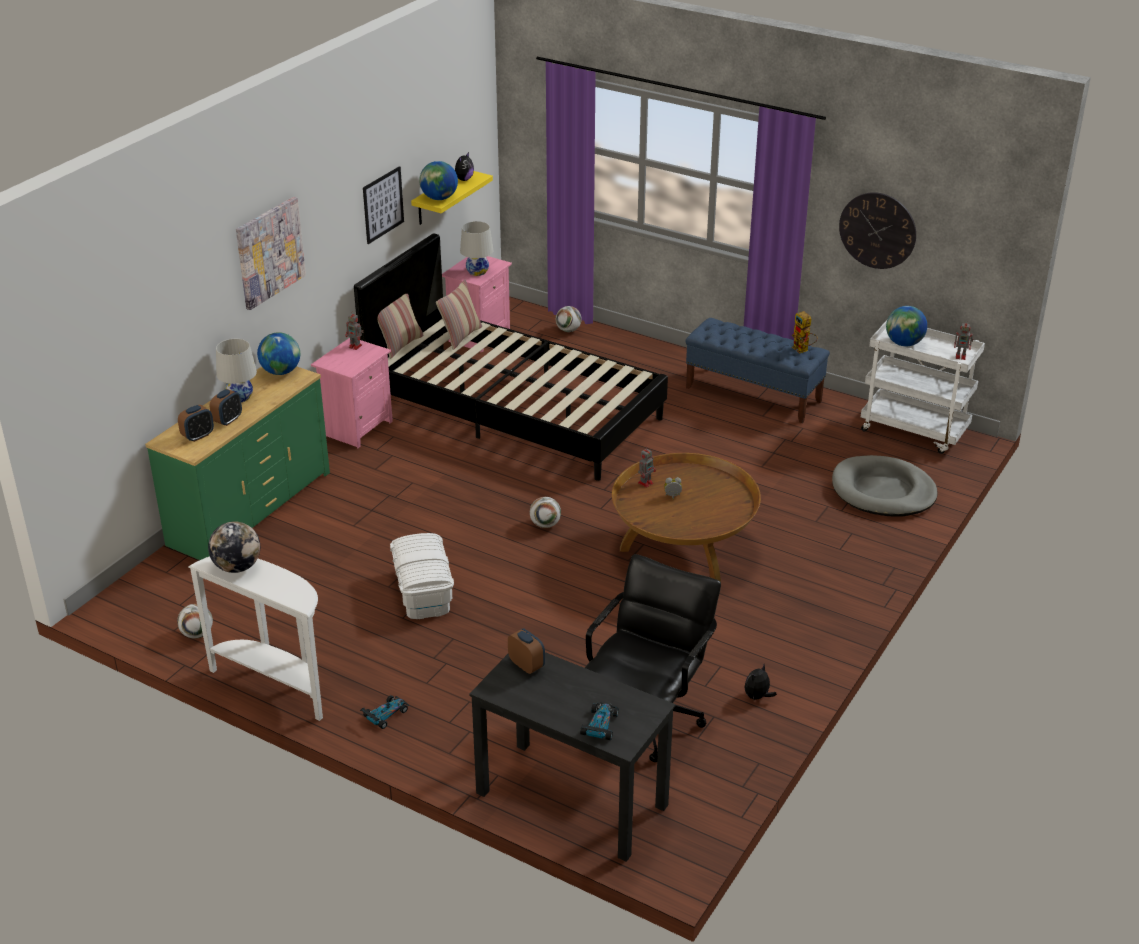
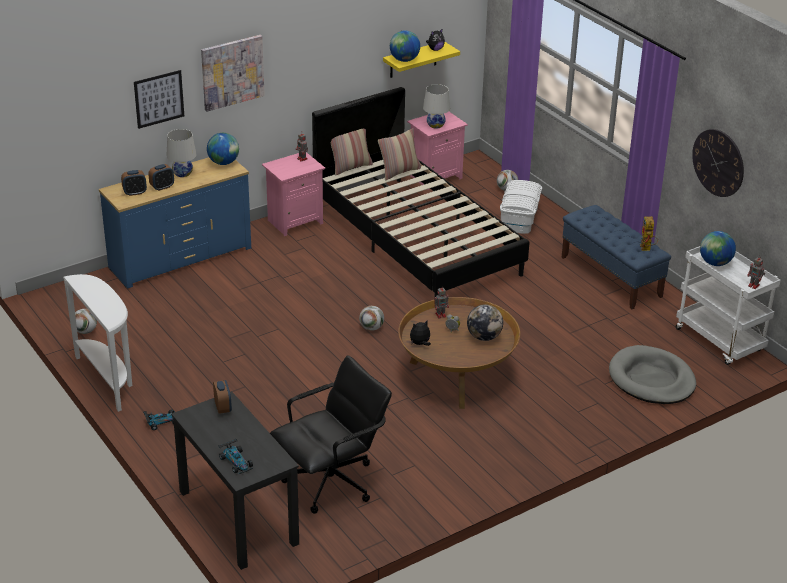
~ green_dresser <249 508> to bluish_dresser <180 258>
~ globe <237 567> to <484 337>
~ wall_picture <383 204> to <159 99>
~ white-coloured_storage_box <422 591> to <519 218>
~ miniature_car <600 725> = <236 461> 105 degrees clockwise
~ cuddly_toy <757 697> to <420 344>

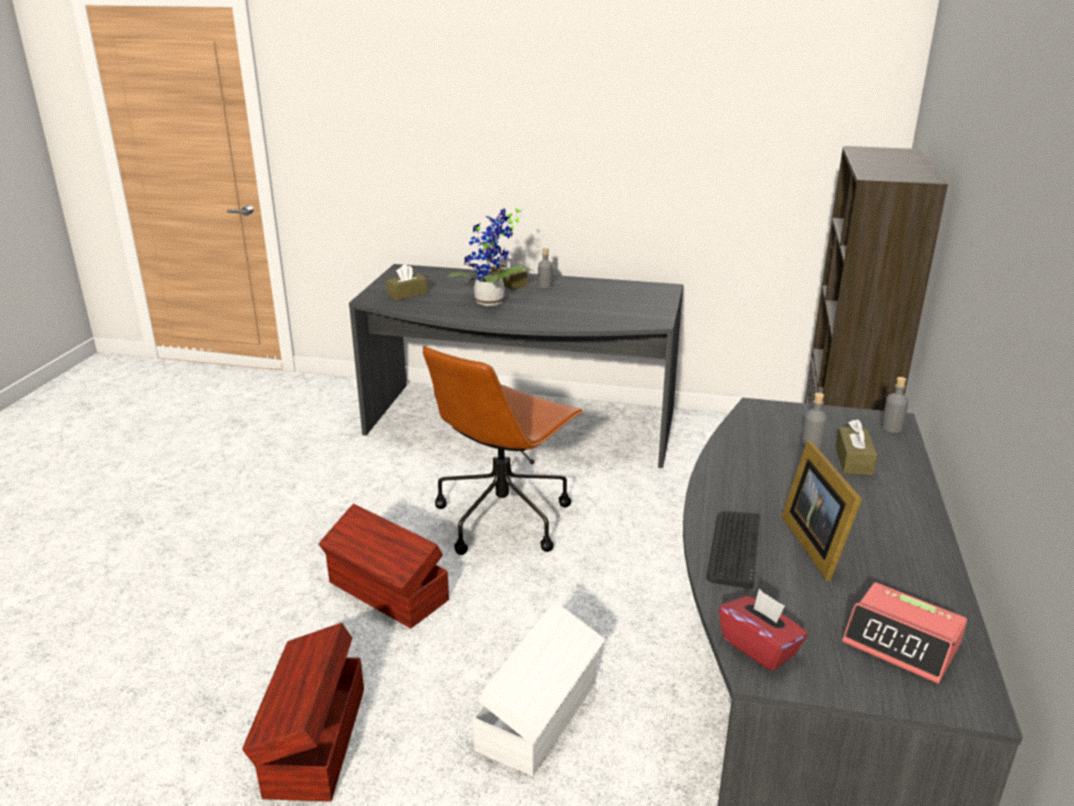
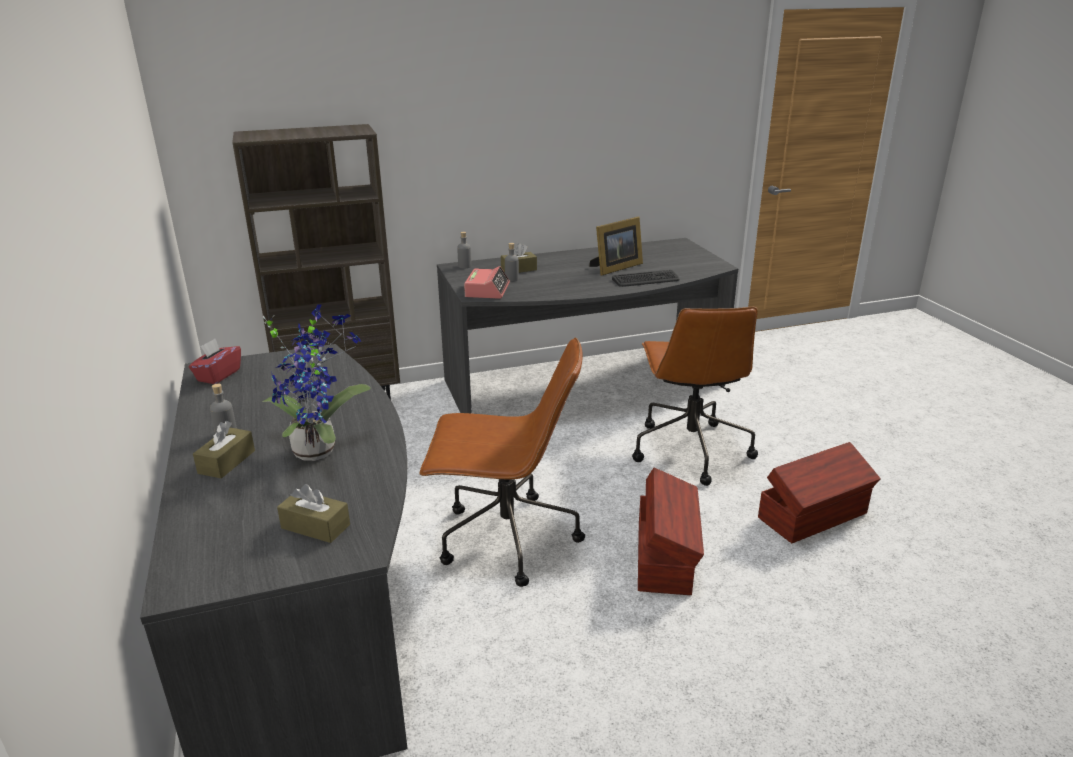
~ white-coloured_storage_box <540 715> to brown-coloured_desk_chair <689 449>
~ red_box_of_tissues <759 647> to <218 375>
~ bedside_clock <902 643> to <487 290>

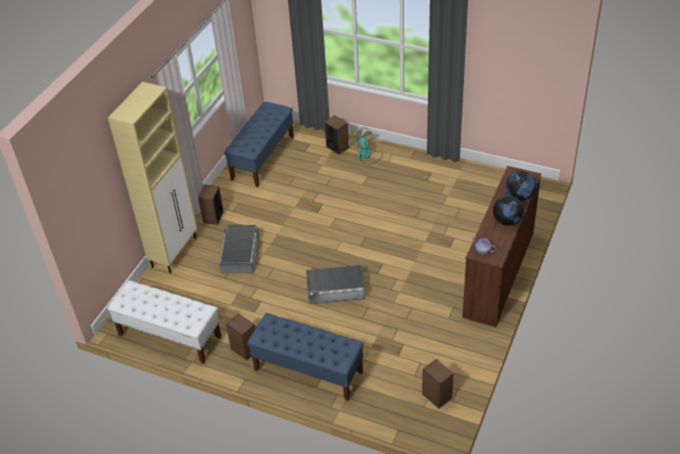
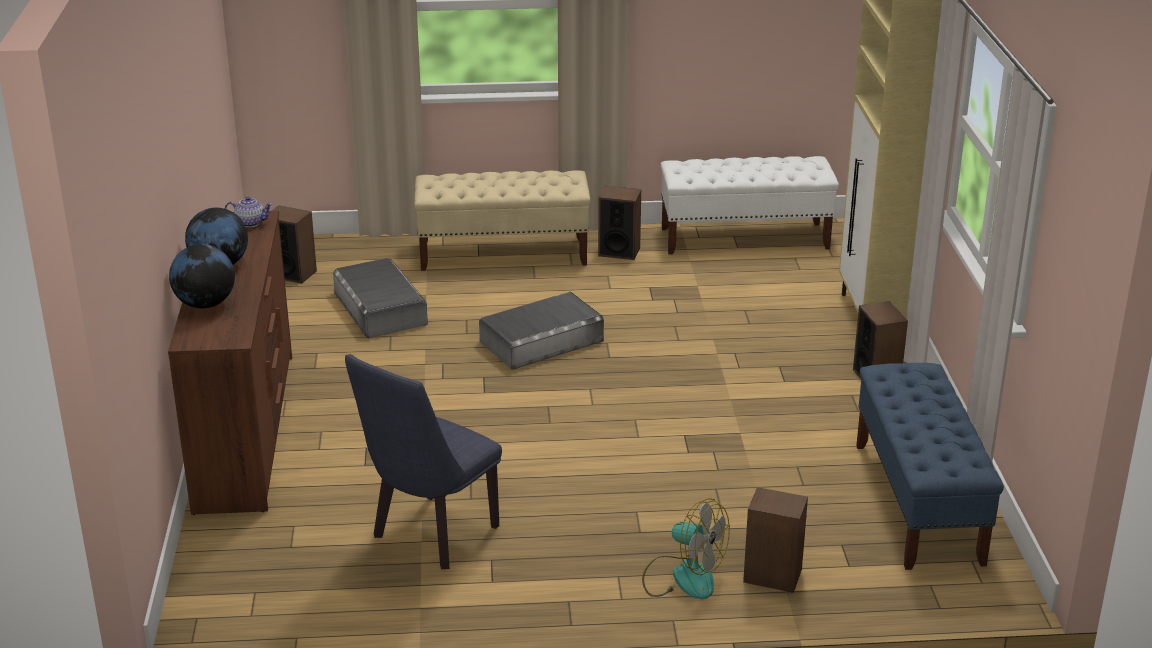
~ grey_storage_box <240 253> to <380 308>
~ bluish_indoor_bench <308 371> to sand-coloured_indoor_bench <503 254>
+ bluish_upright_chair <429 537>

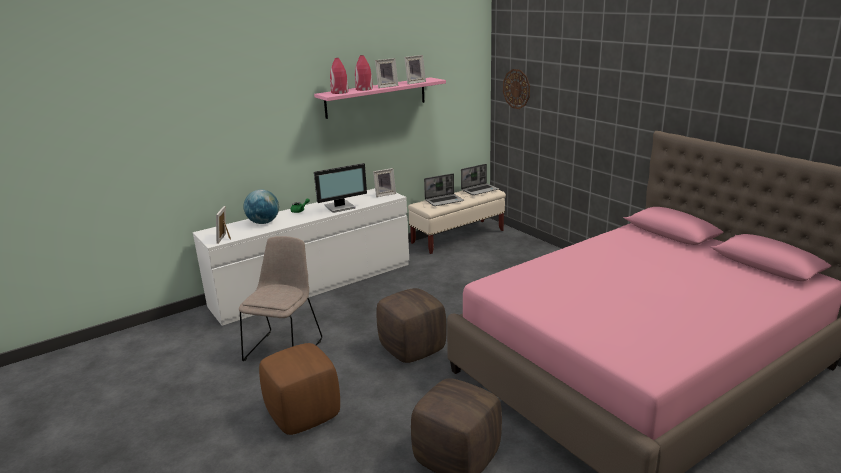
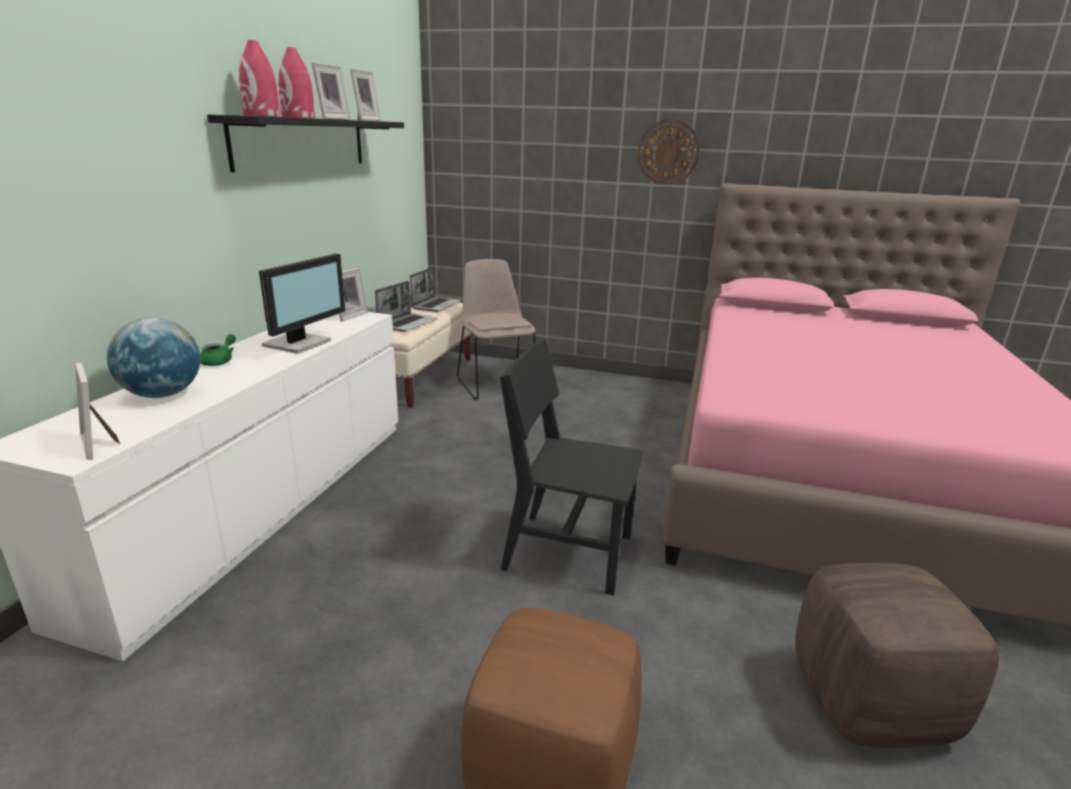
~ sand-coloured_upright_chair <284 348> to <496 384>
~ pink-coloured_shelf <376 97> to black-coloured_shelf <302 143>
~ brown-coloured_footrest <412 349> to black-coloured_upright_chair <568 552>
~ wall_clock <516 89> to <668 152>

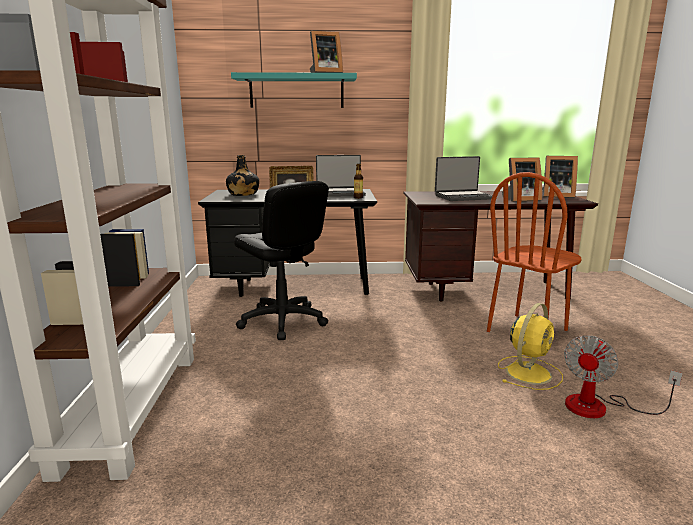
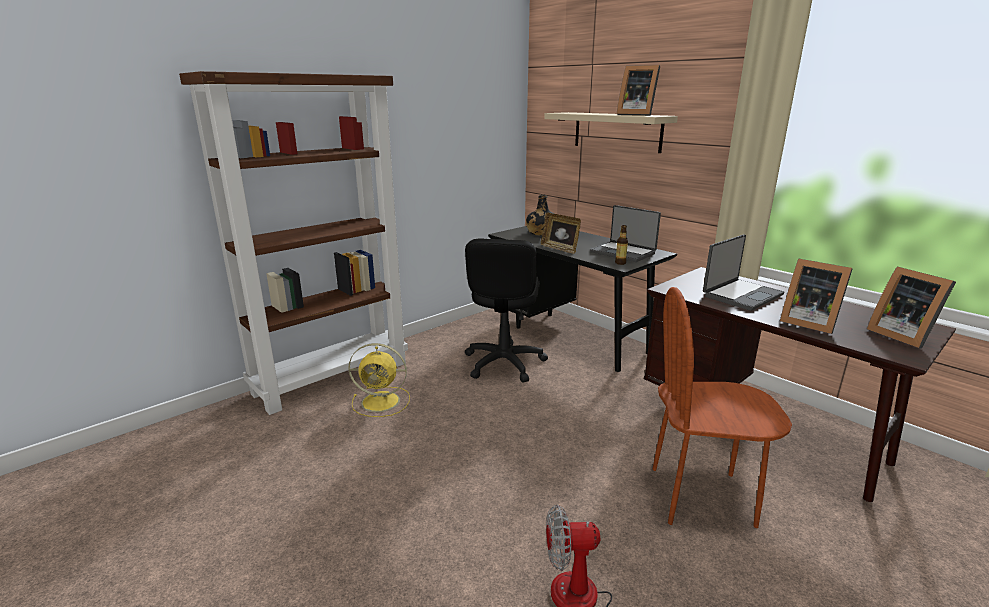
~ turquoise-coloured_shelf <296 91> to sand-coloured_shelf <617 131>
~ portable_computer <463 197> = <741 295> 75 degrees counterclockwise
~ yellow-coloured_electric_fan <529 372> to <382 401>

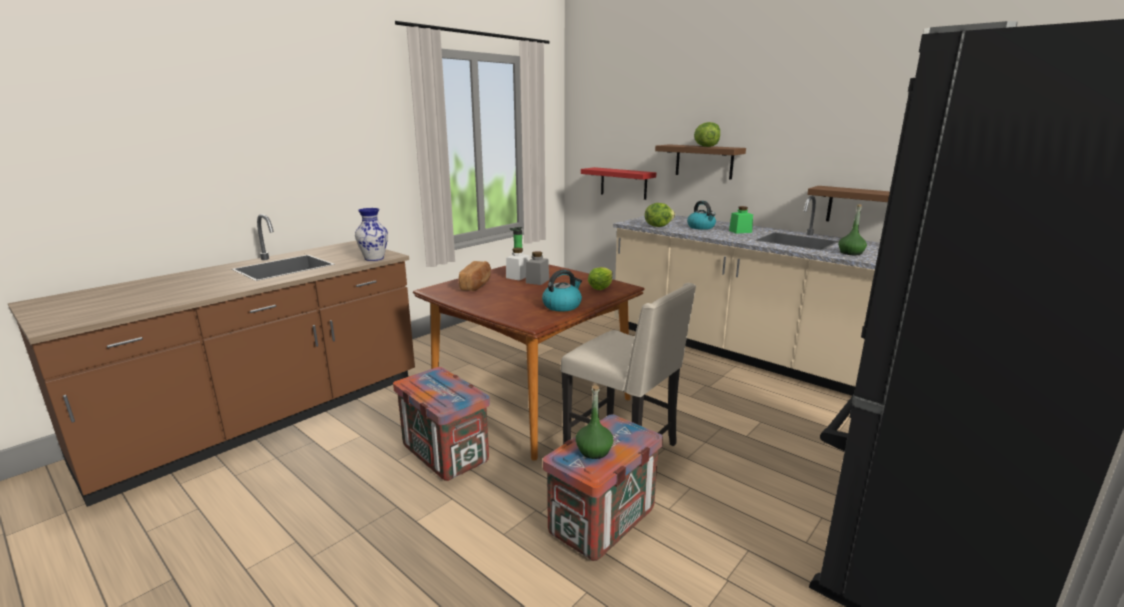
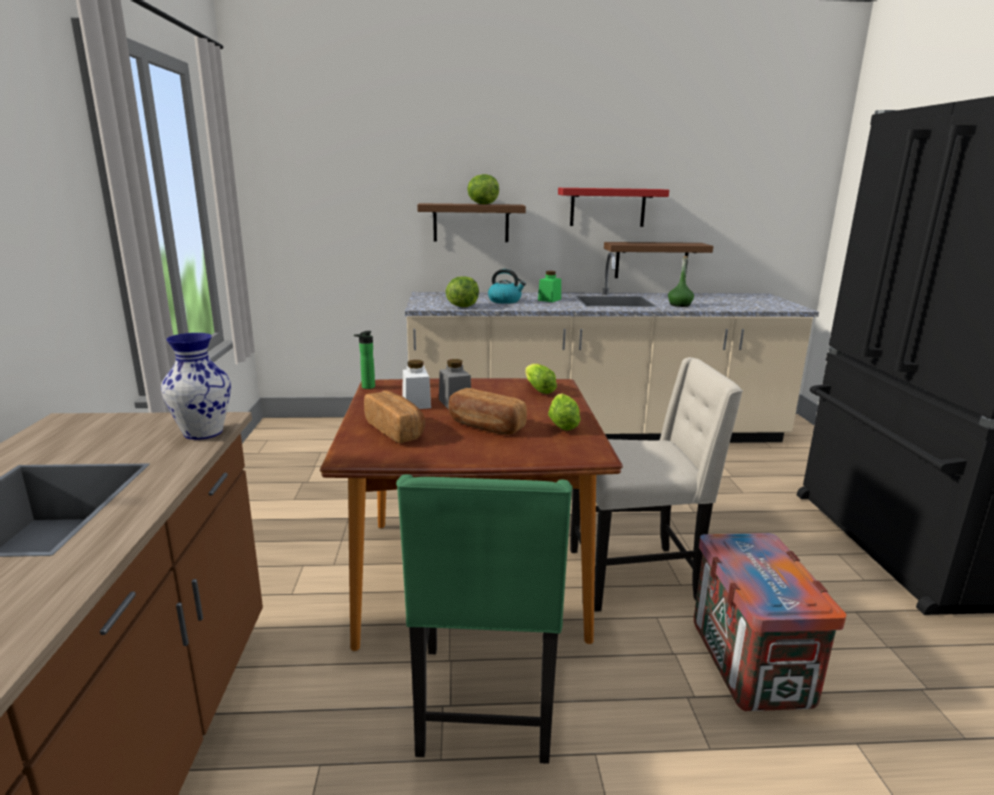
~ shipping_crate <444 454> to green_upright_chair <486 705>
~ kettle <562 306> to lettuce <563 423>
- green_drink_bottle <594 451>
~ red_shelf <623 183> to <607 207>
+ baked_bread <485 426>

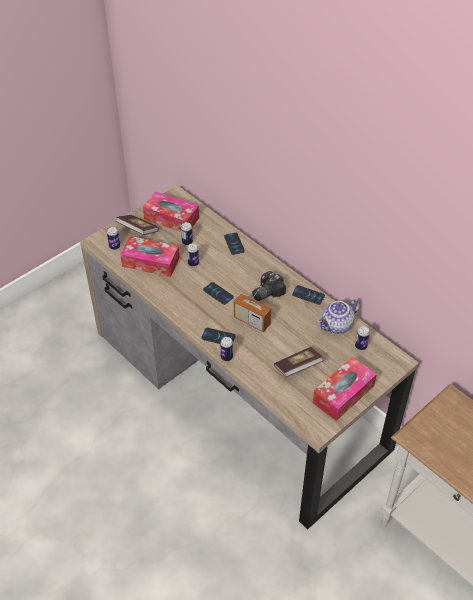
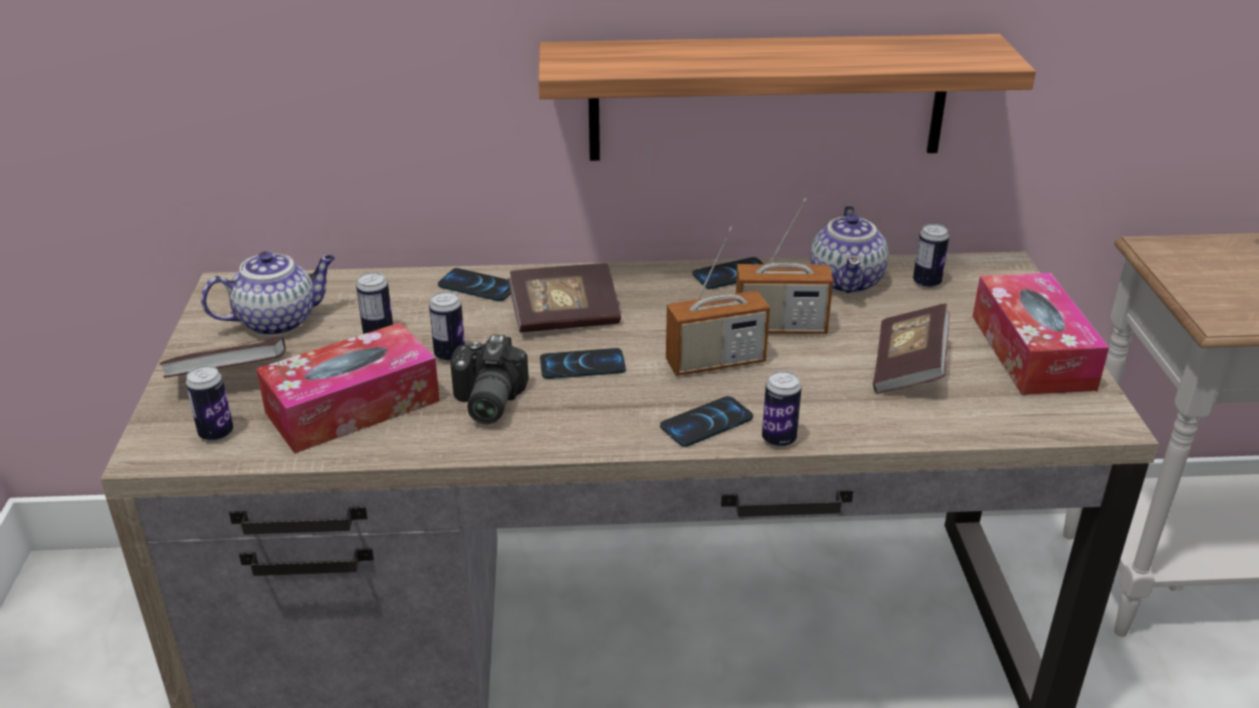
~ box_of_tissues <171 218> to tea_pot <278 321>
~ photo_camera <266 292> to <484 402>
+ volume <565 318>
+ shelf <767 97>
+ radio_set <780 327>

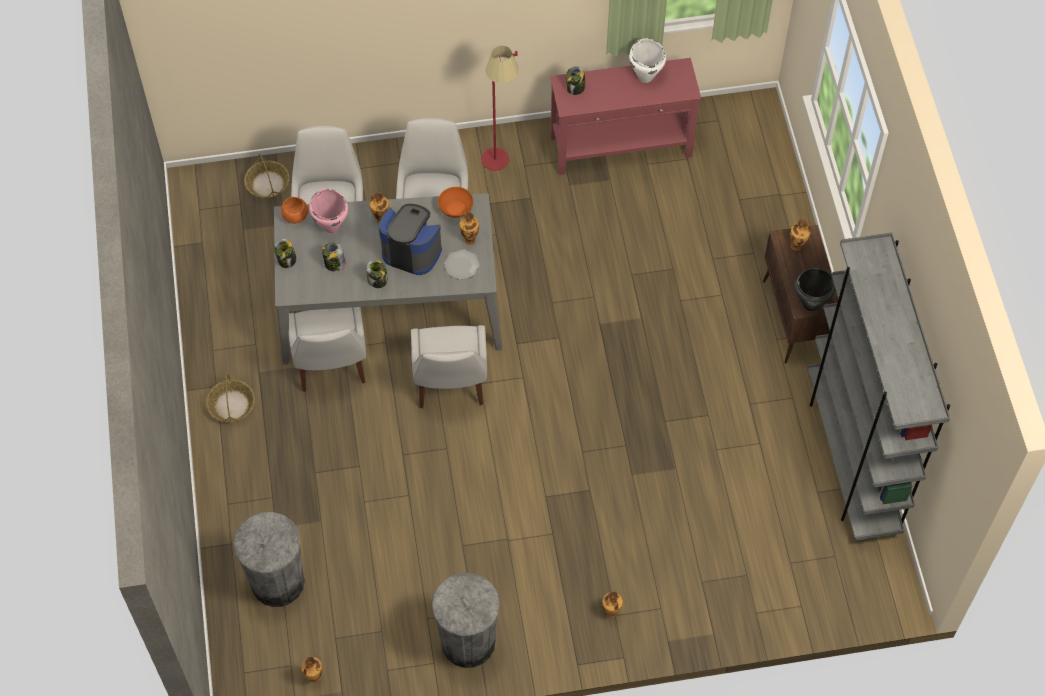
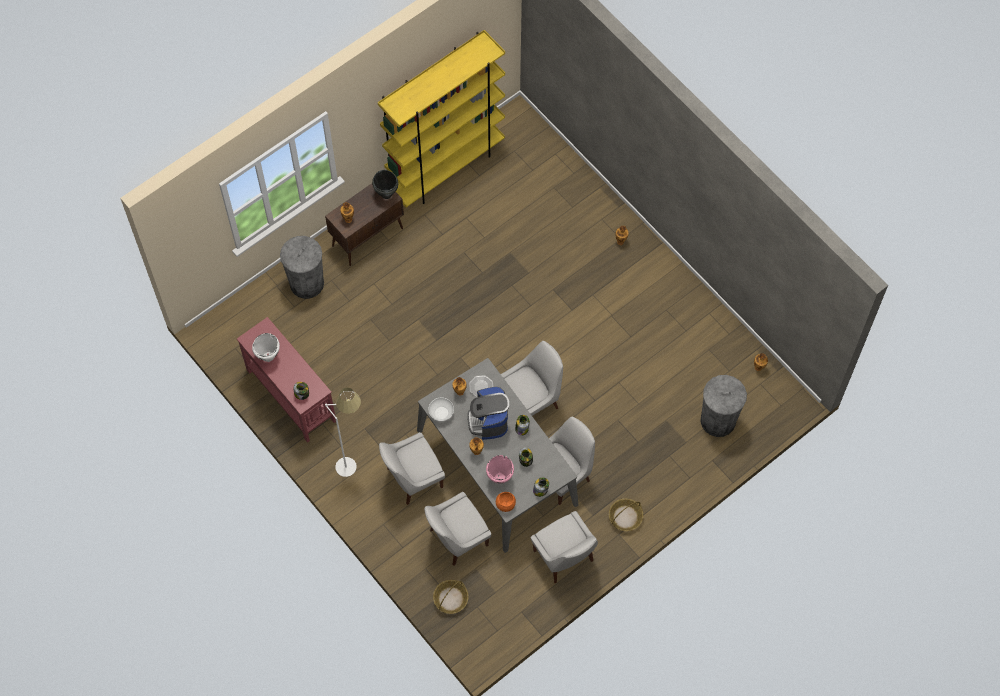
~ grey_waste_bin <468 642> to <307 283>
~ orange-coloured_serving_bowl <456 208> to white-coloured_serving_bowl <441 413>
~ red_standard_lamp <500 168> to white-coloured_standard_lamp <351 459>
~ grey_bookcase <851 458> to yellow-coloured_bookcase <446 168>
+ white-coloured_upright_chair <564 558>

